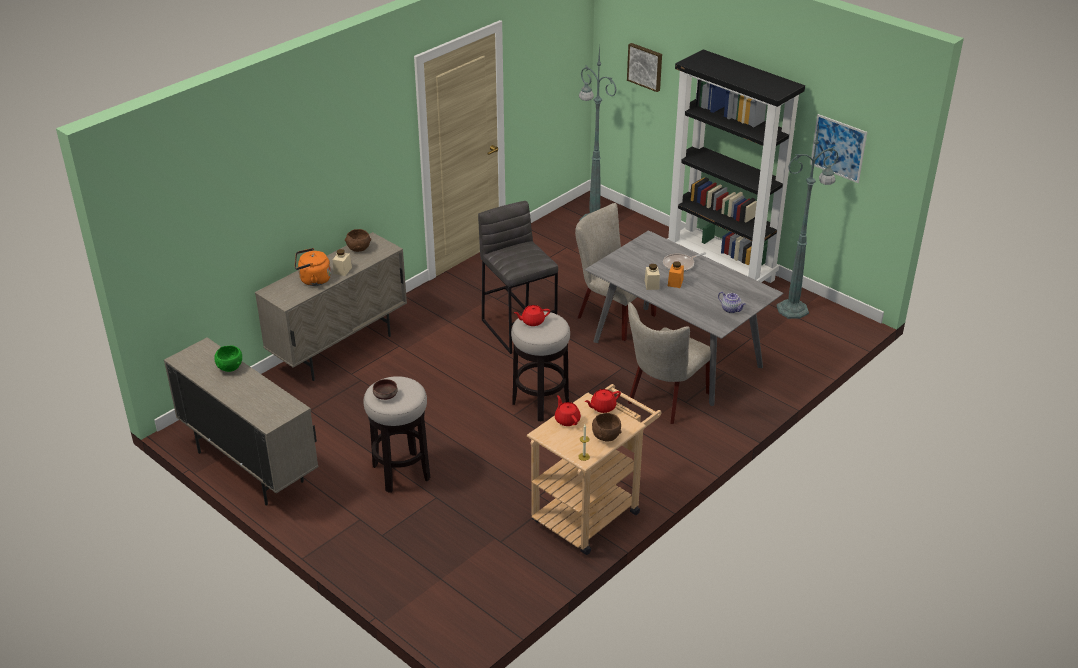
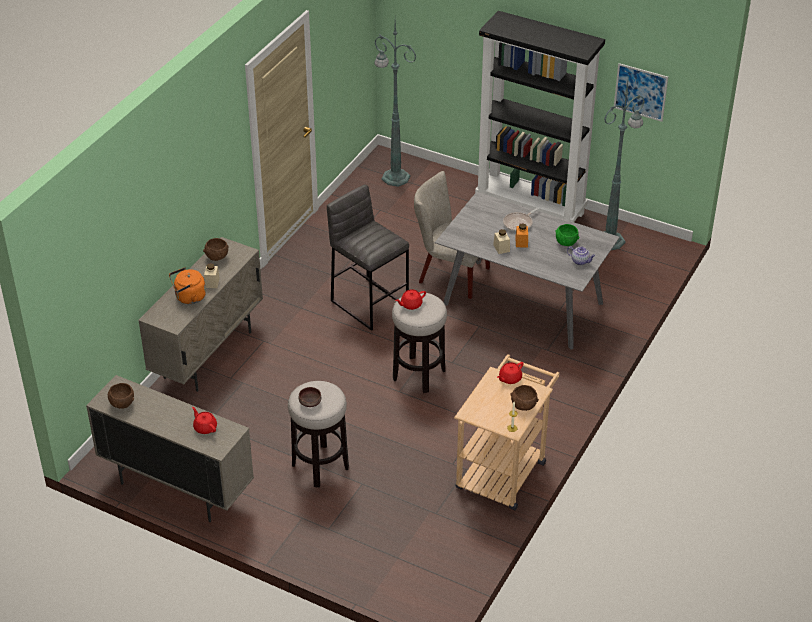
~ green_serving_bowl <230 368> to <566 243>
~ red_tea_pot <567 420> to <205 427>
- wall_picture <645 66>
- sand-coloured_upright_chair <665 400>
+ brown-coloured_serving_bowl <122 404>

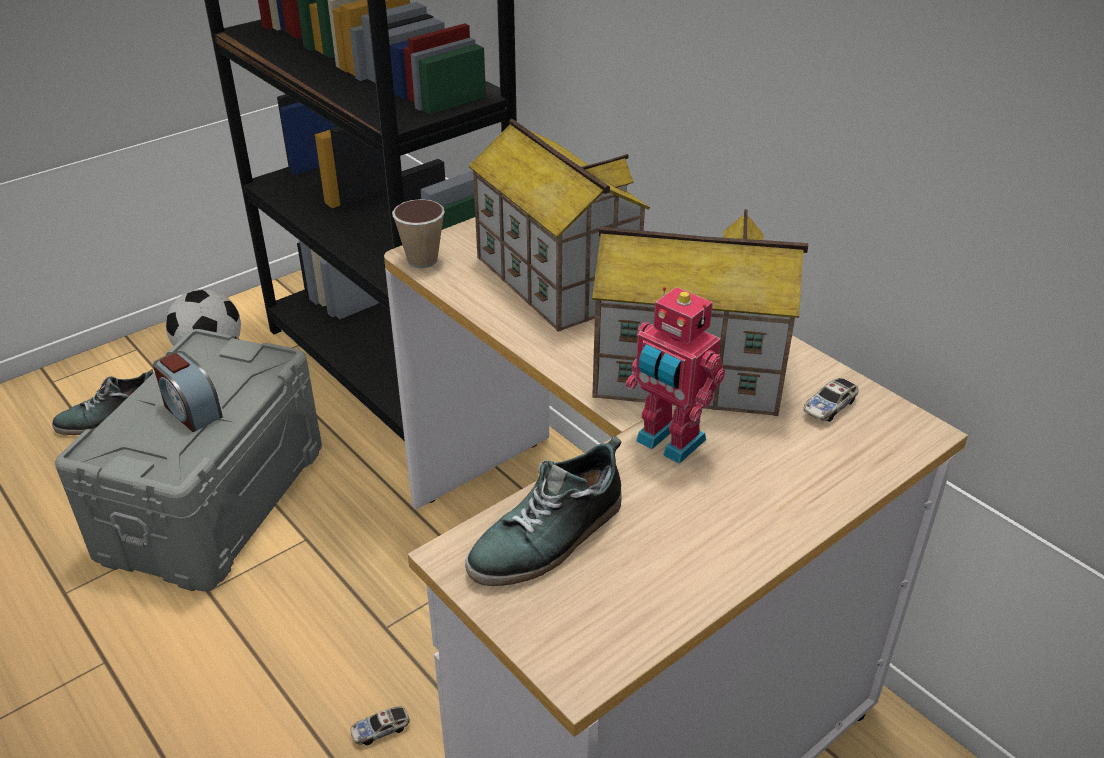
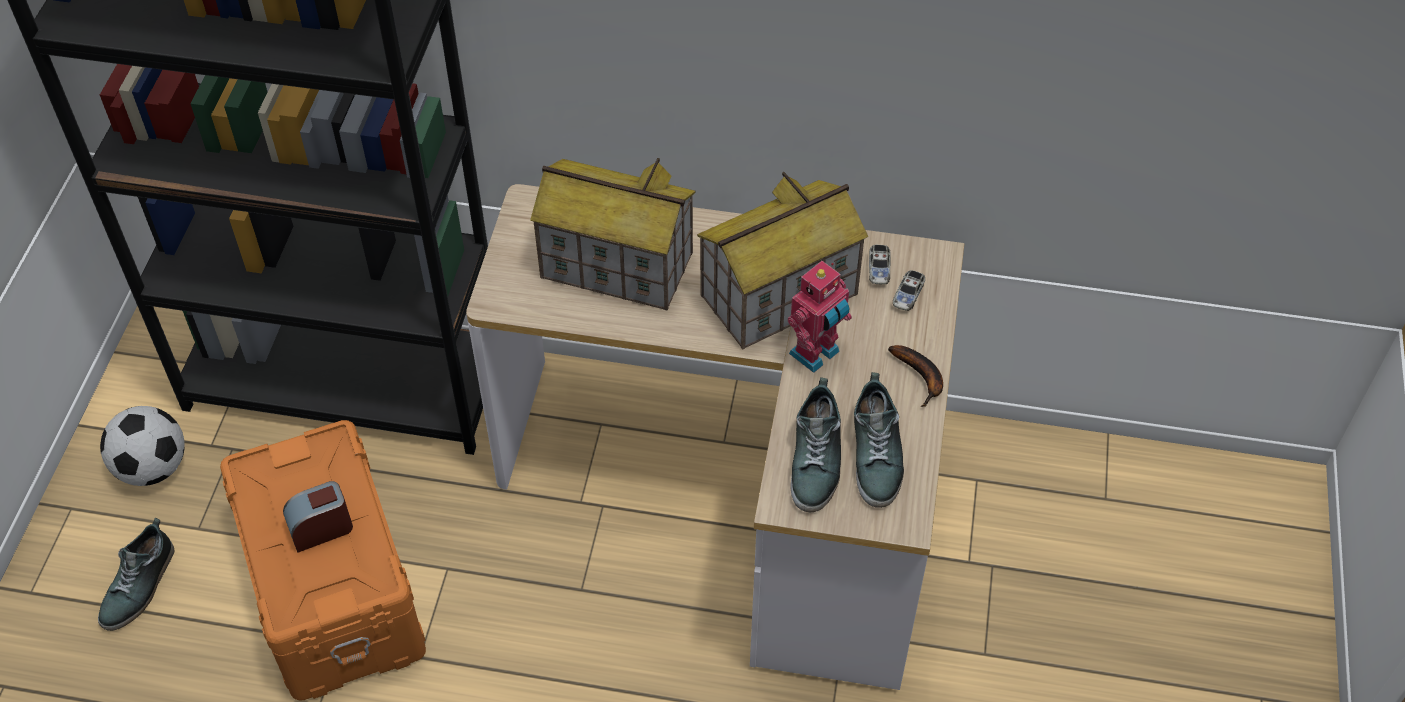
~ grey_storage_box <212 500> to orange-coloured_storage_box <332 591>
~ bedside_clock <191 411> = <321 529> 150 degrees clockwise
~ miniature_car <380 730> to <908 295>
- small_cup <422 260>
~ robot_figure <668 443> = <816 354> 45 degrees counterclockwise
+ item_of_footwear <877 454>
+ banana <921 377>

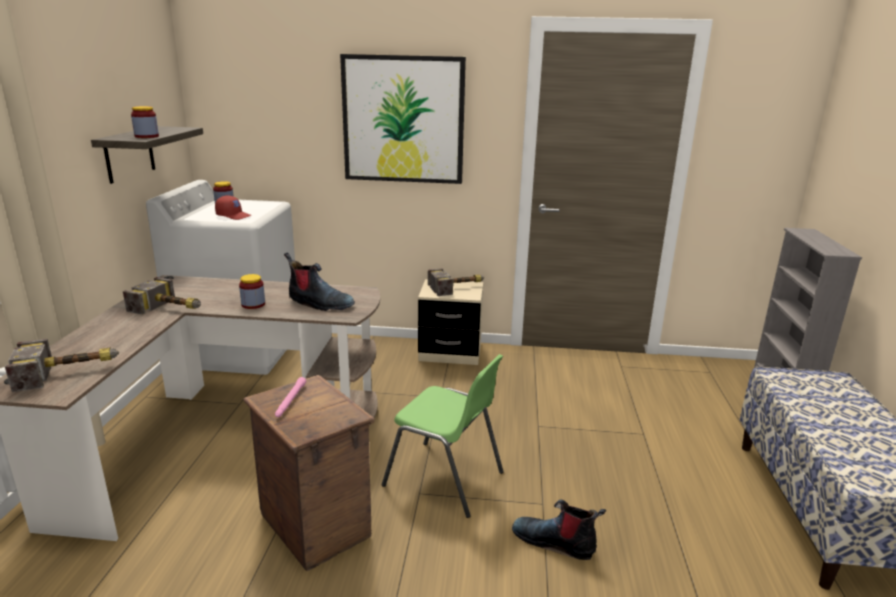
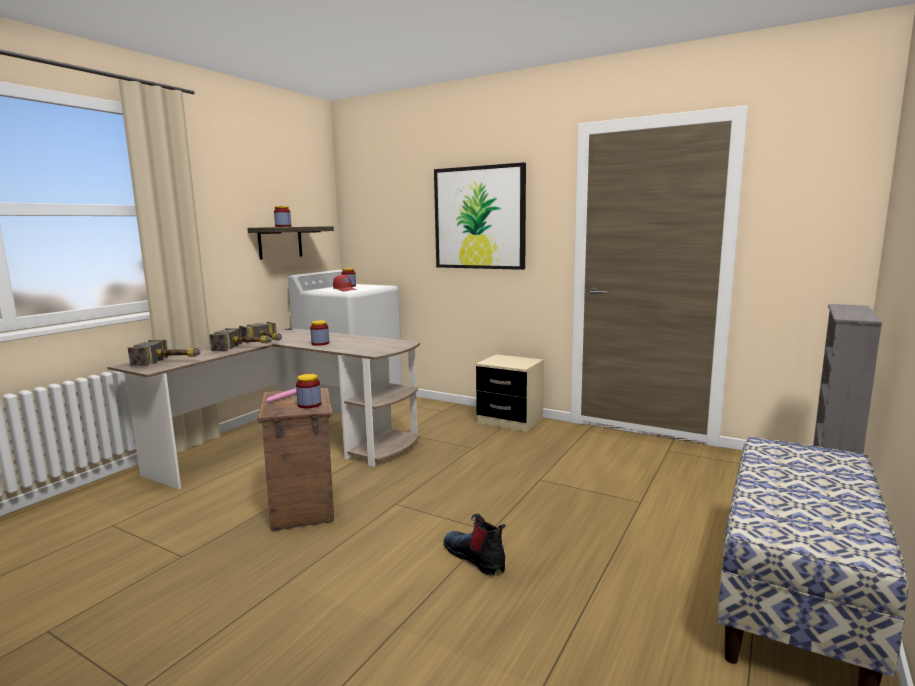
- boot <319 304>
- green_upright_chair <445 479>
~ tool_hammer <458 287> to <246 347>
+ preserve_jar <309 404>

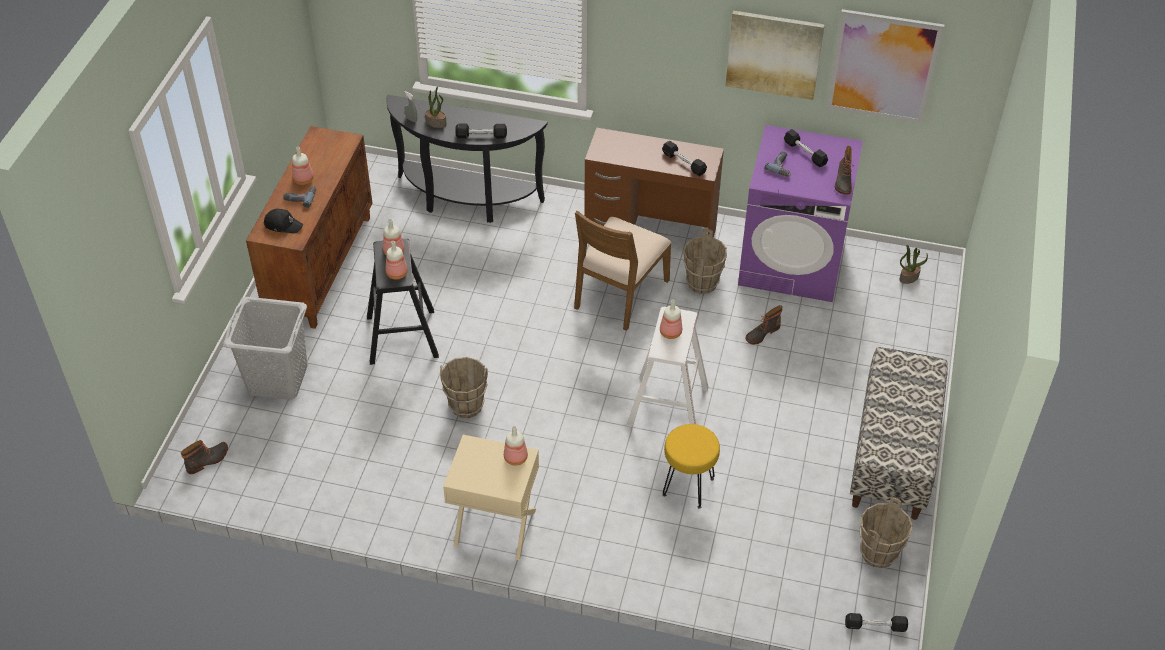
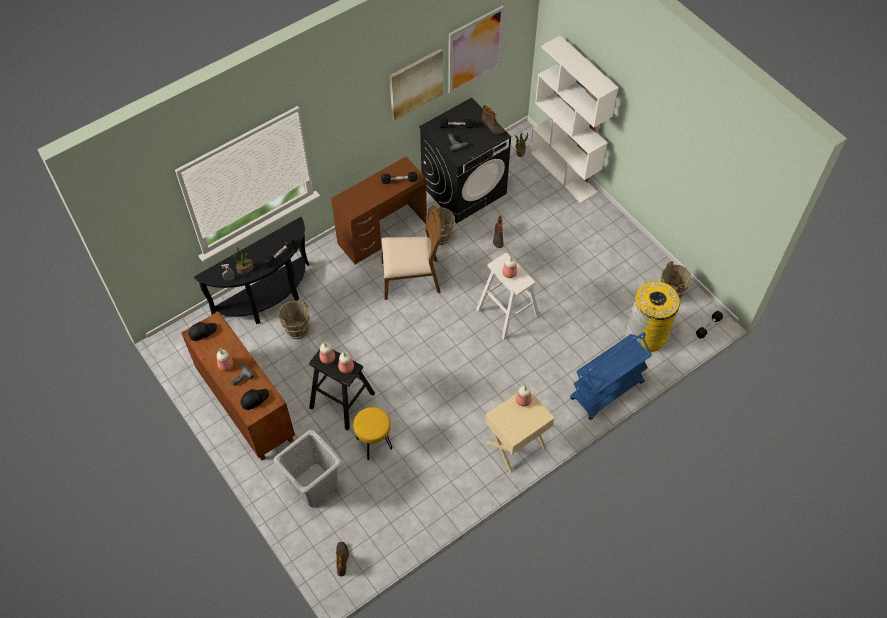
~ brown-coloured_pail <466 405> to <297 330>
~ brown-coloured_upright_chair <619 293> = <411 278> 75 degrees counterclockwise
~ yellow-coloured_stool <688 487> to <374 443>
~ purple-coloured_washing_machine <792 262> to black-coloured_washing_machine <464 189>
- indoor_bench <893 455>
+ black-coloured_baseball_cap <202 332>
+ white-coloured_bookcase <563 172>
+ bluish_cart <606 391>
+ yellow-coloured_waste_bin <646 335>

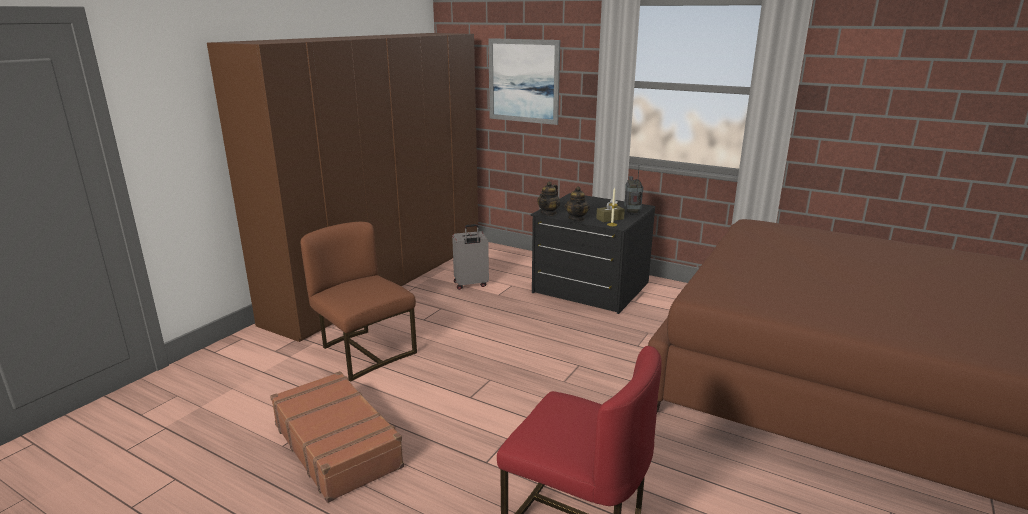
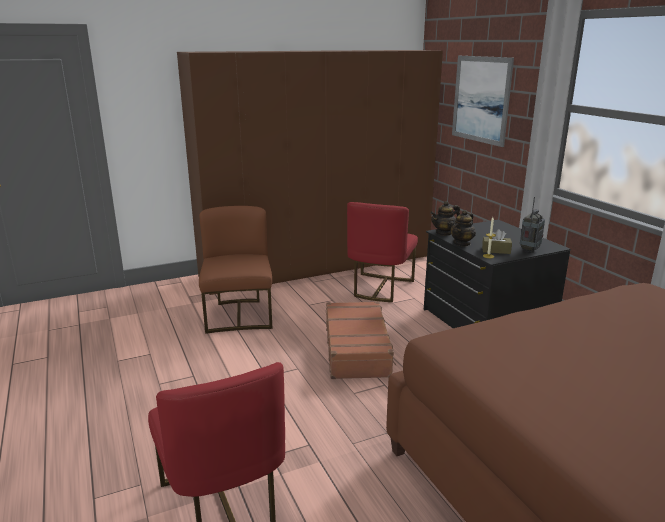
~ brown-coloured_travel_case <337 445> to <357 349>
~ grey_travel_case <471 285> to red_upright_chair <380 288>

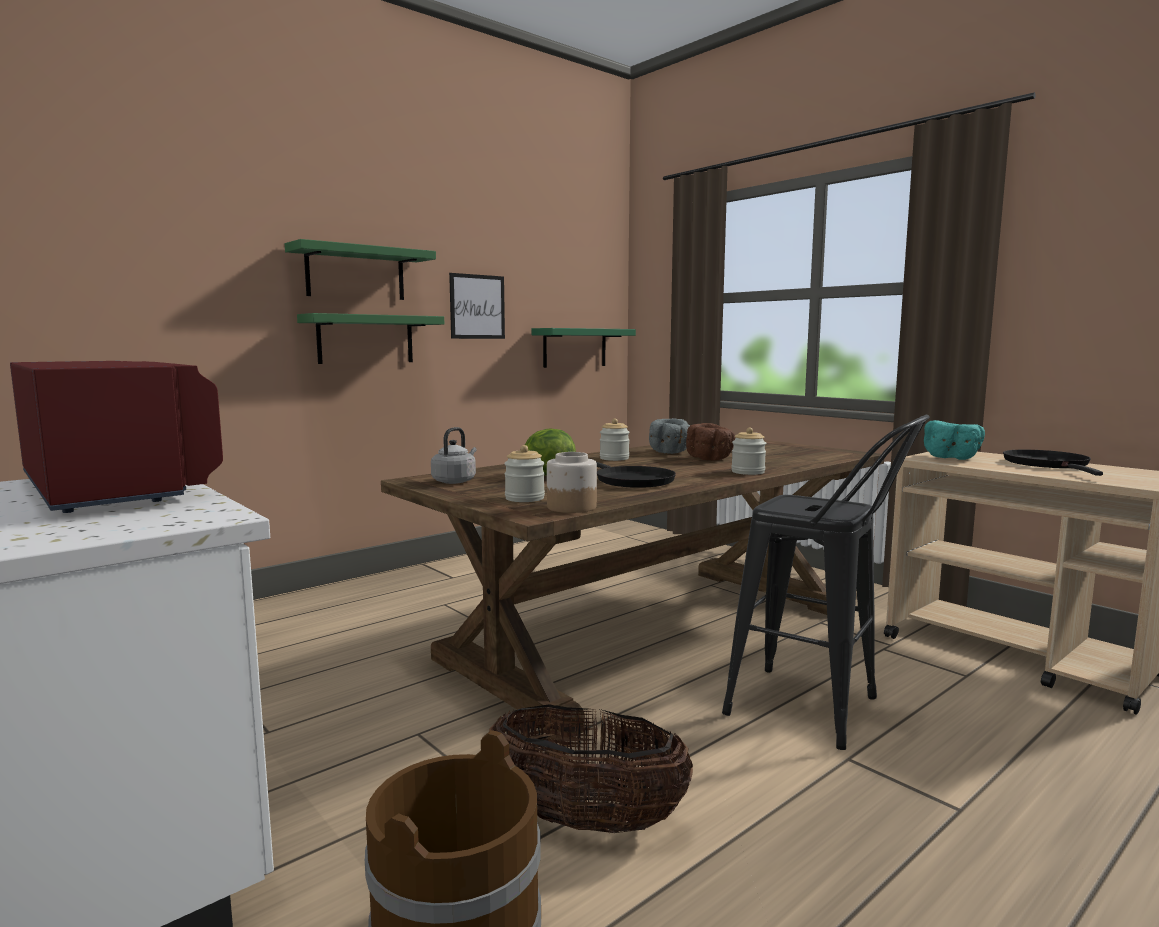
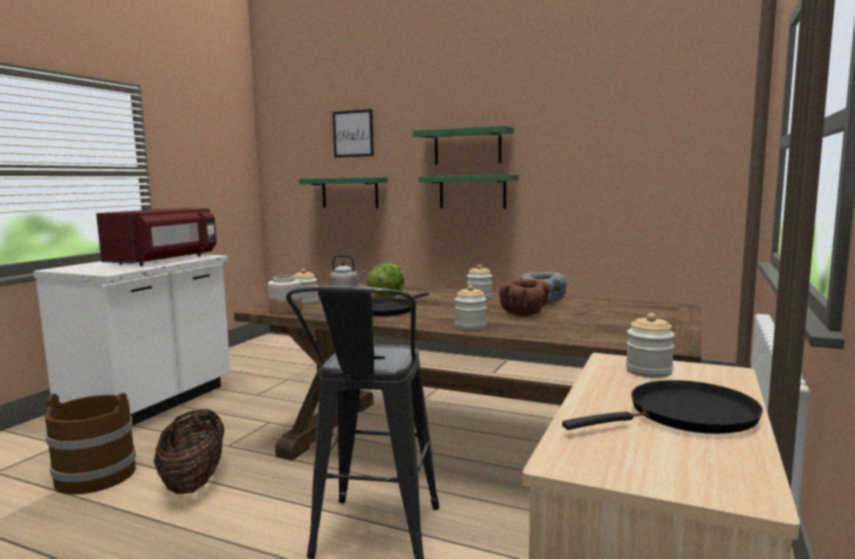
~ wall_picture <477 306> to <353 133>
~ green_shelf <574 347> to <350 193>
~ turquoise-coloured_serving_bowl <952 458> to preserve_jar <648 371>

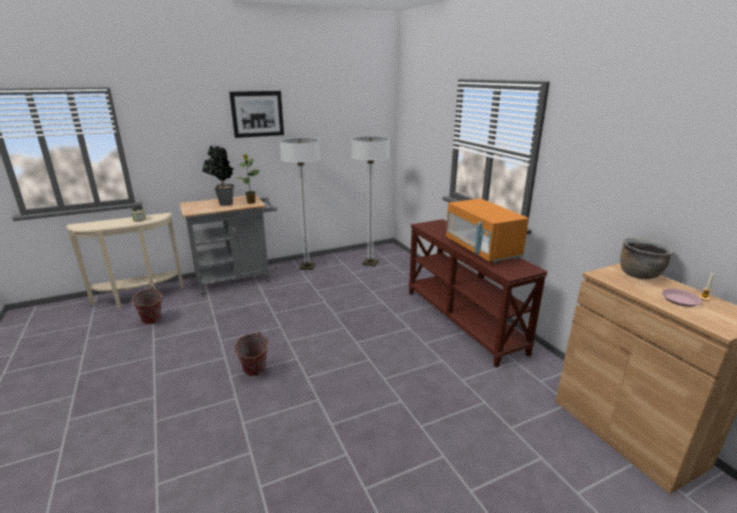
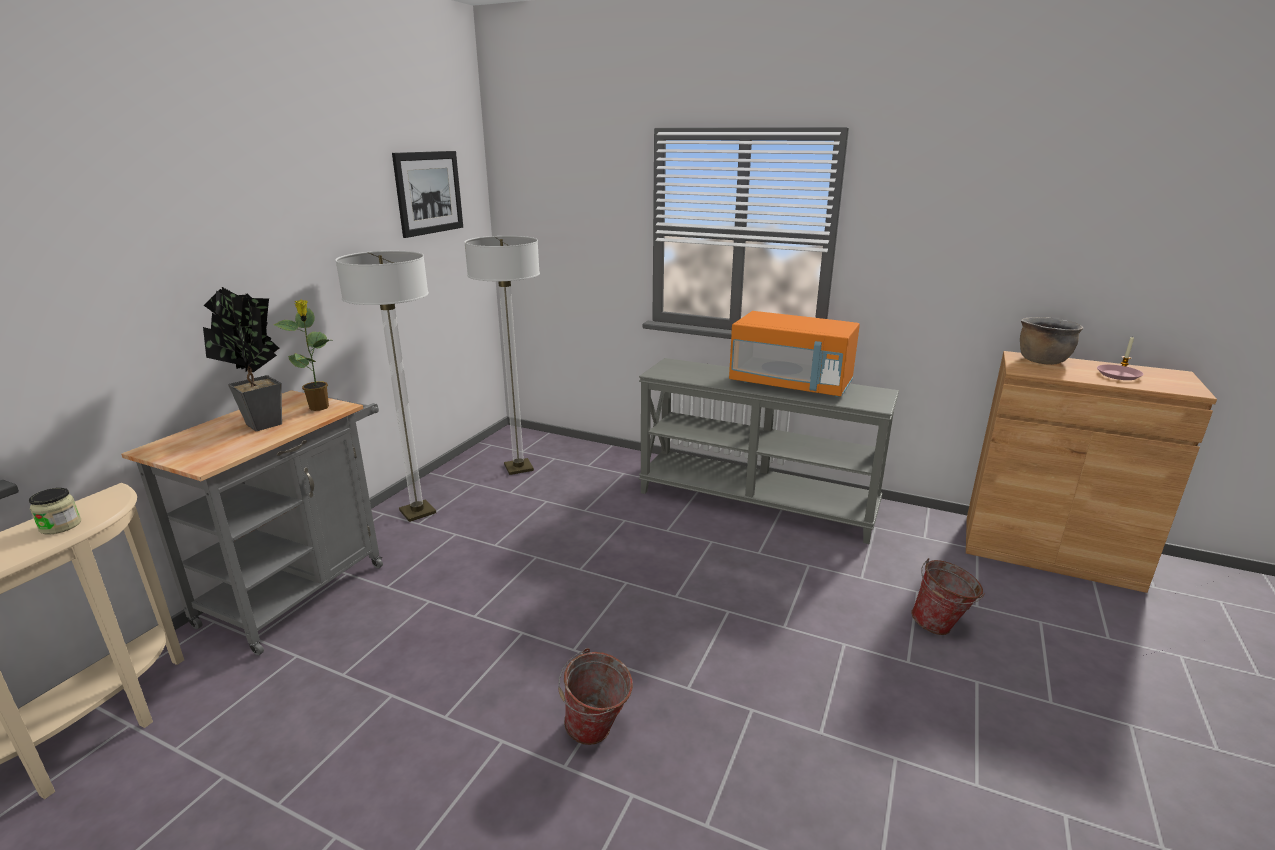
~ pail <151 321> to <941 627>
~ wall_picture <257 114> to <429 192>
~ brown-coloured_hall_table <463 320> to grey_hall_table <757 502>

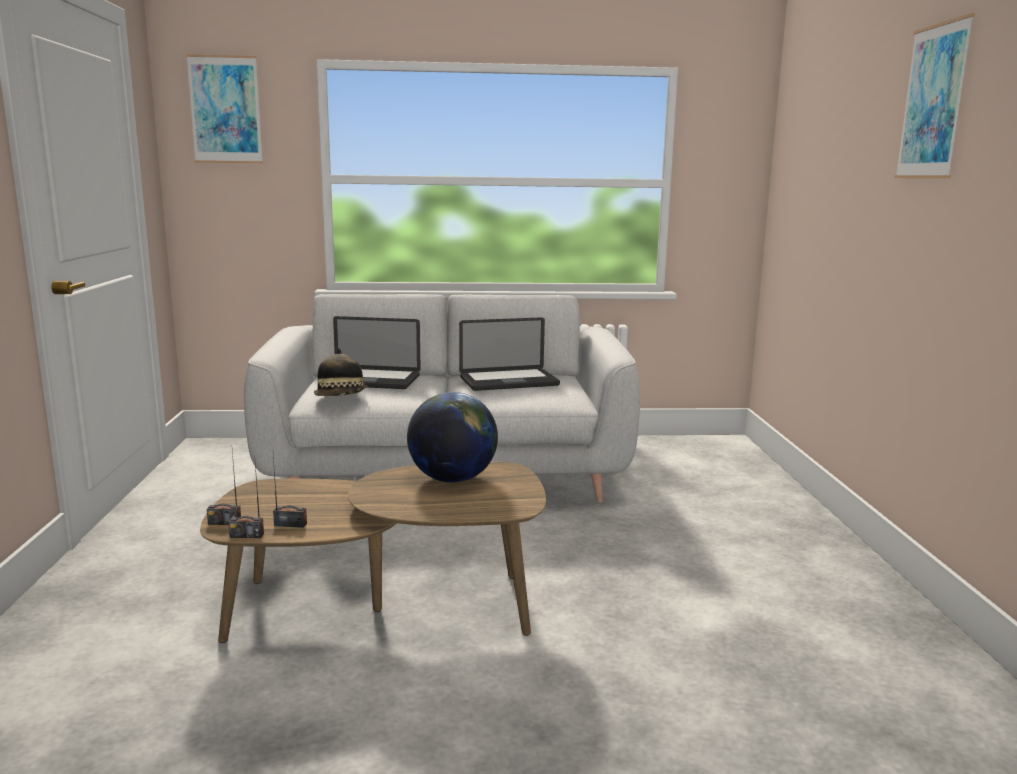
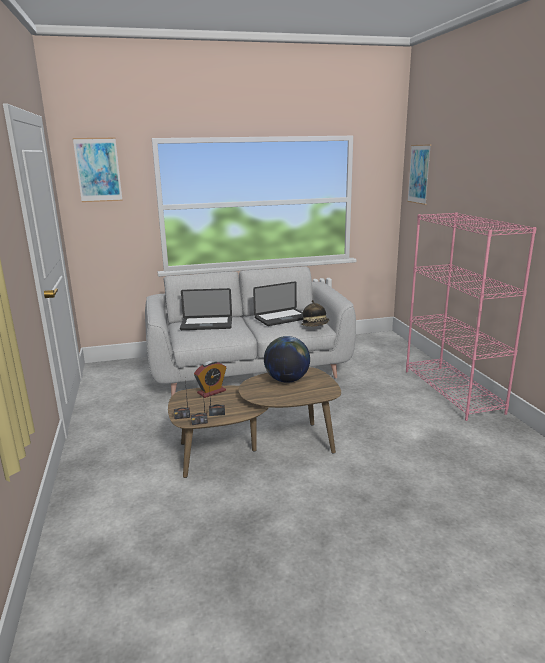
~ hat <341 398> to <315 326>
~ wall_picture <933 102> to <419 174>
+ bedside_clock <211 392>
+ pink-coloured_bookcase <452 391>

